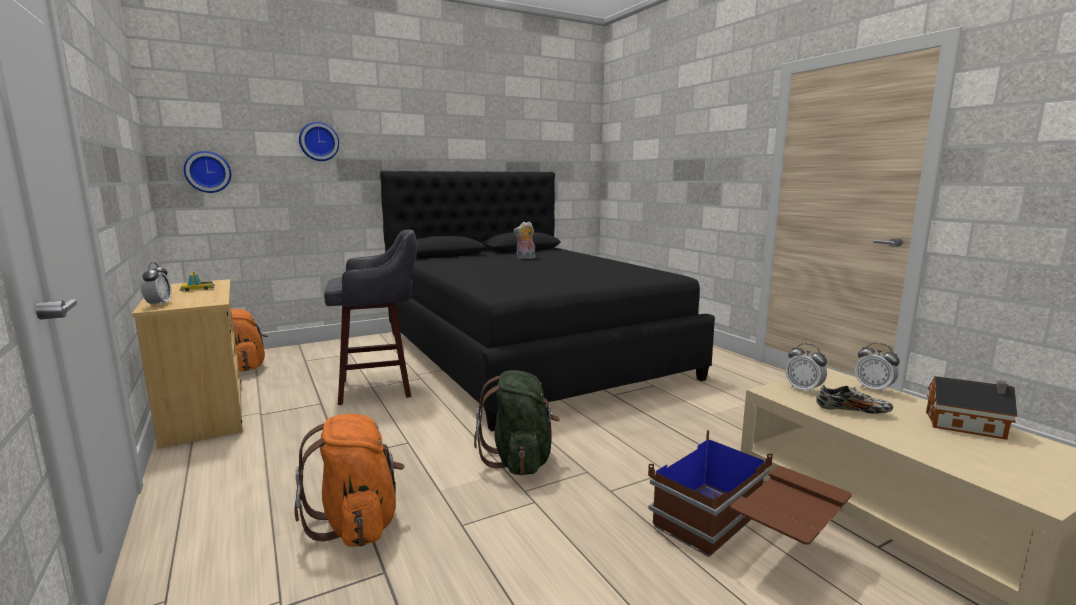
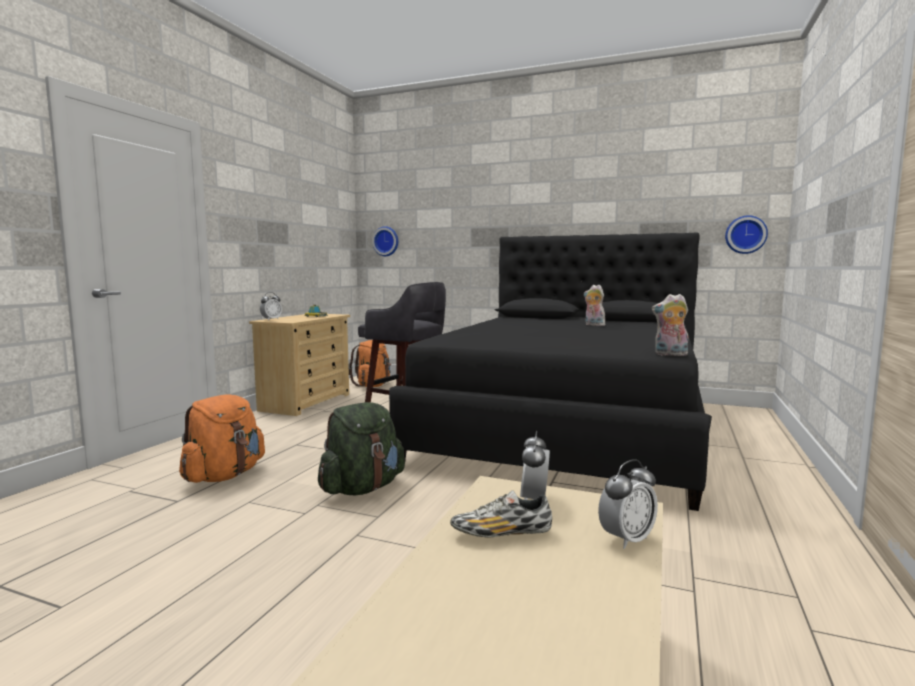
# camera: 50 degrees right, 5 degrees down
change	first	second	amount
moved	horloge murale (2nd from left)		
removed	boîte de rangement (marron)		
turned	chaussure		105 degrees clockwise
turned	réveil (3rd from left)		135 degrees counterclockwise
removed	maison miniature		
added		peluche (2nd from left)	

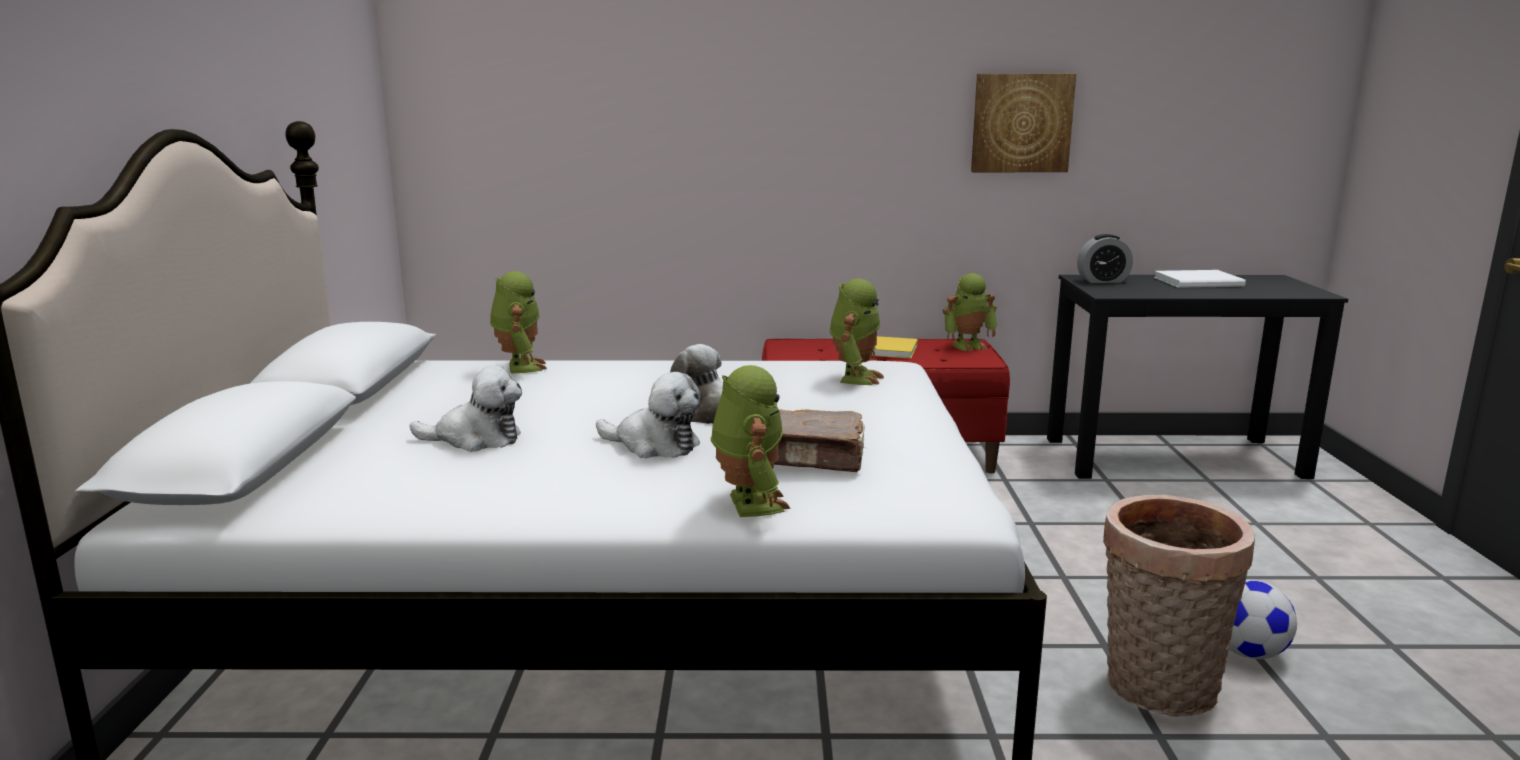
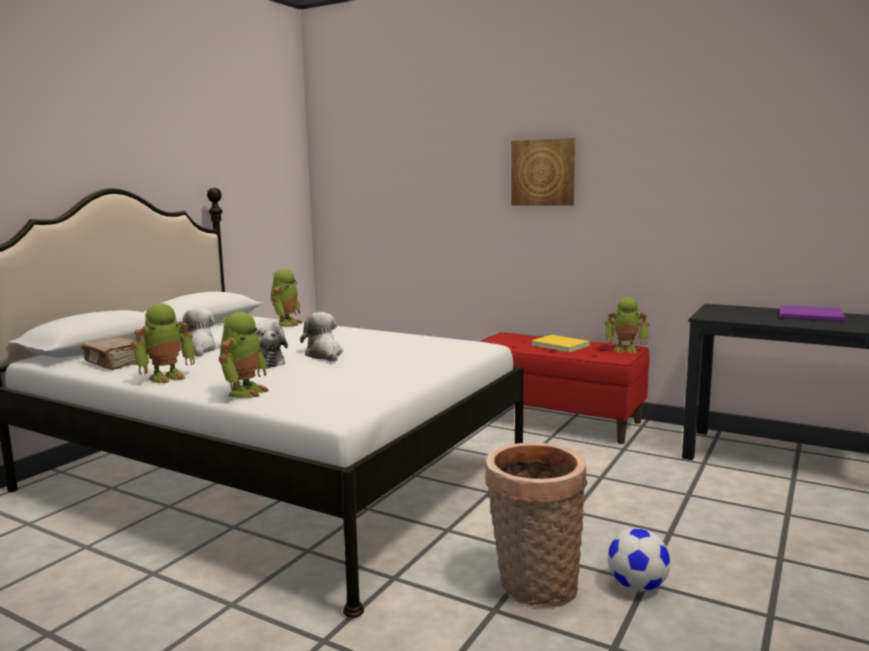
# camera: 30 degrees right, 5 degrees down
change	first	second	amount
turned	peluche (1st from left)		135 degrees counterclockwise
moved	livre (marron)		
moved	robot jouet (3rd from left in the first image)	robot jouet (1st from left)	
moved	tableau		
removed	réveil		
recoloured	livre (blanc)	livre (violet)	

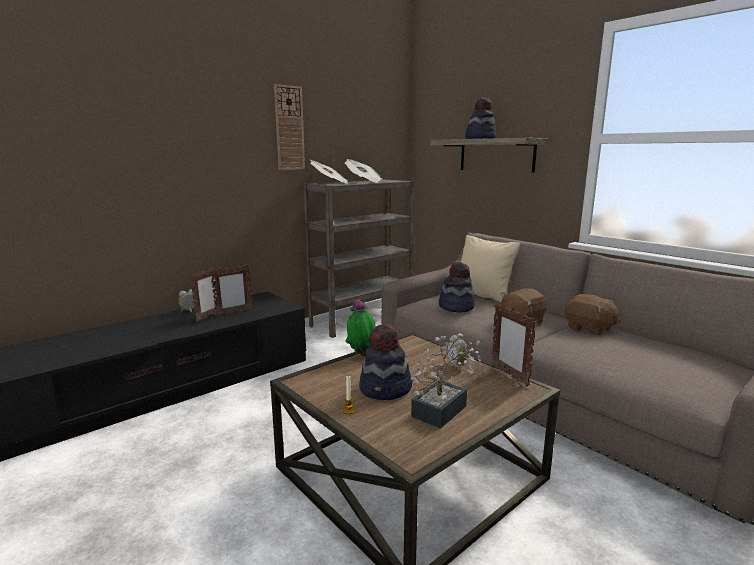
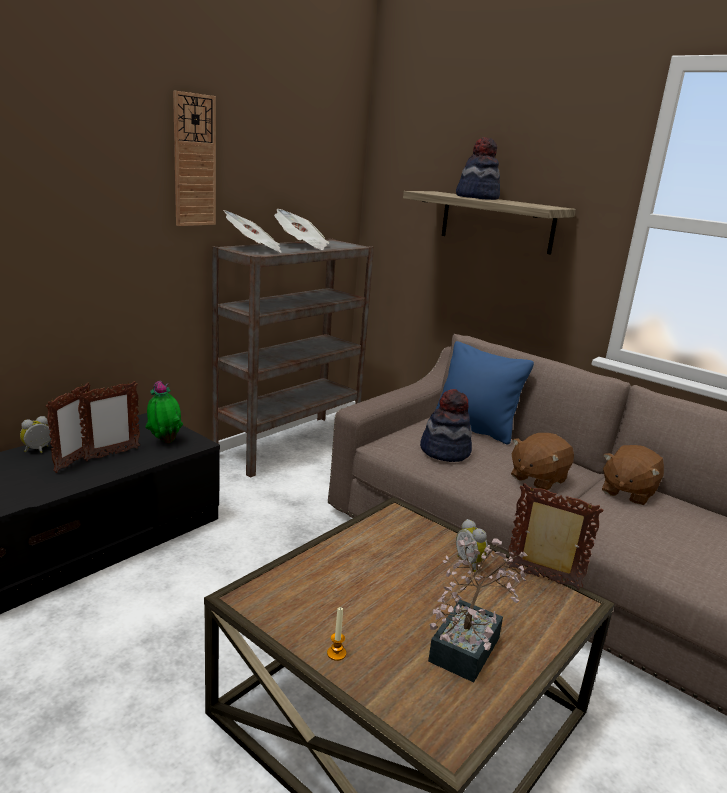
# camera: 10 degrees left, 5 degrees up
change	first	second	amount
moved	plante en pot (1st from left)		
removed	chapeau (1st from left)		
recoloured	coussin (beige)	coussin (bleu)	
turned	cadre photo (3rd from left)		150 degrees clockwise
turned	peluche (marron) (2nd from left)		90 degrees clockwise

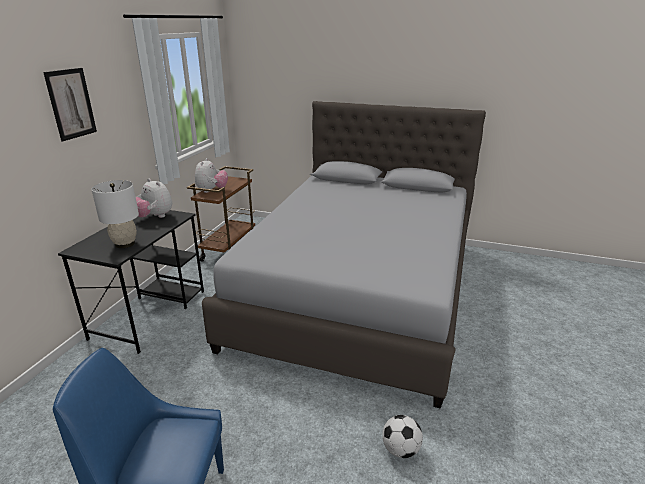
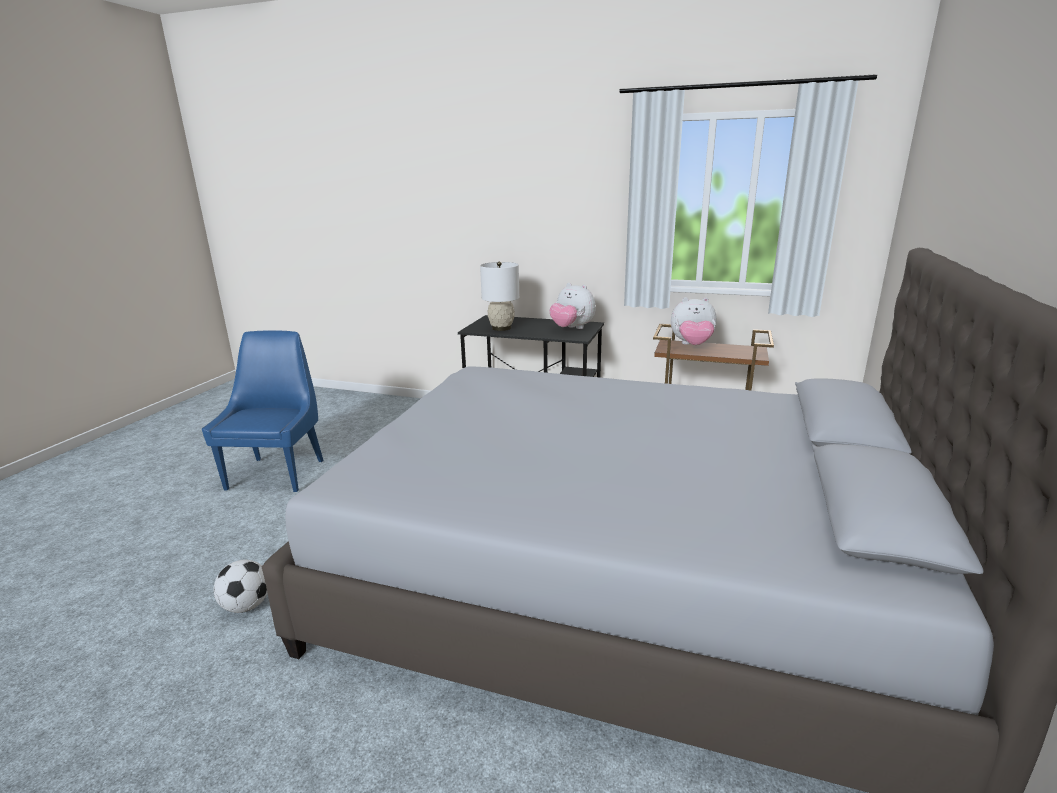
# camera: 90 degrees right, 5 degrees down
change	first	second	amount
removed	tableau		
turned	peluche (1st from left)		90 degrees counterclockwise

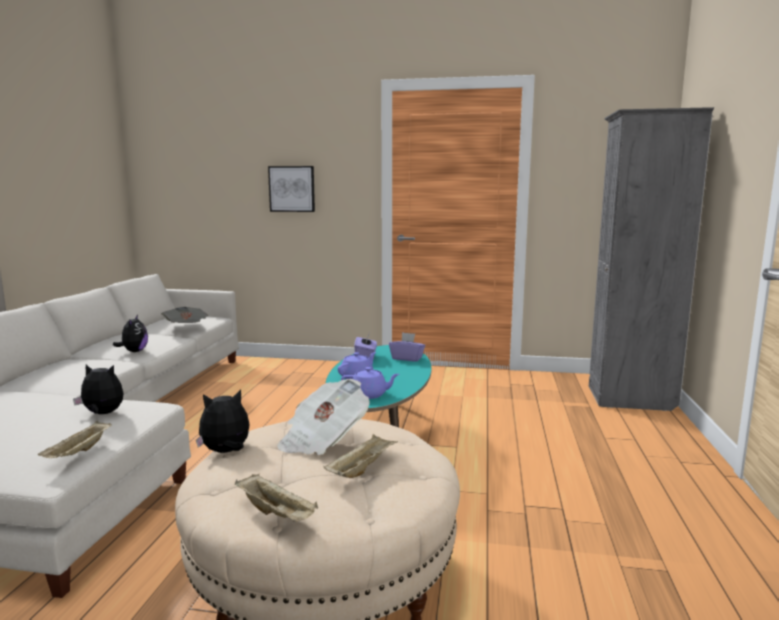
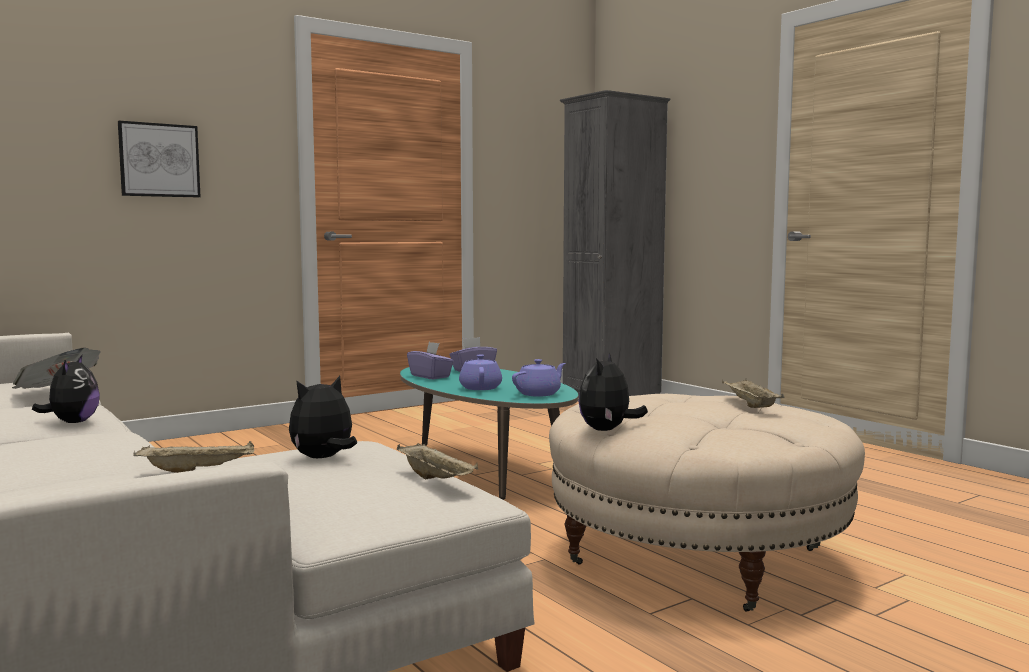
# camera: 45 degrees left, 5 degrees down
change	first	second	amount
turned	peluche (2nd from left in the first image)	peluche (1st from left)	45 degrees clockwise
moved	plateau (beige) (2nd from left in the first image)	plateau (beige) (1st from left)	
removed	journal (2nd from left)		

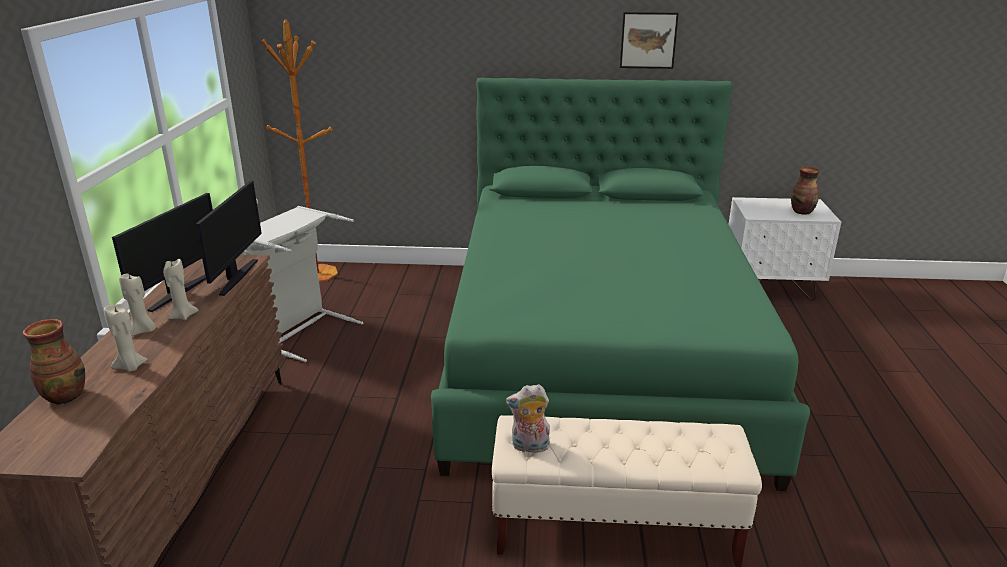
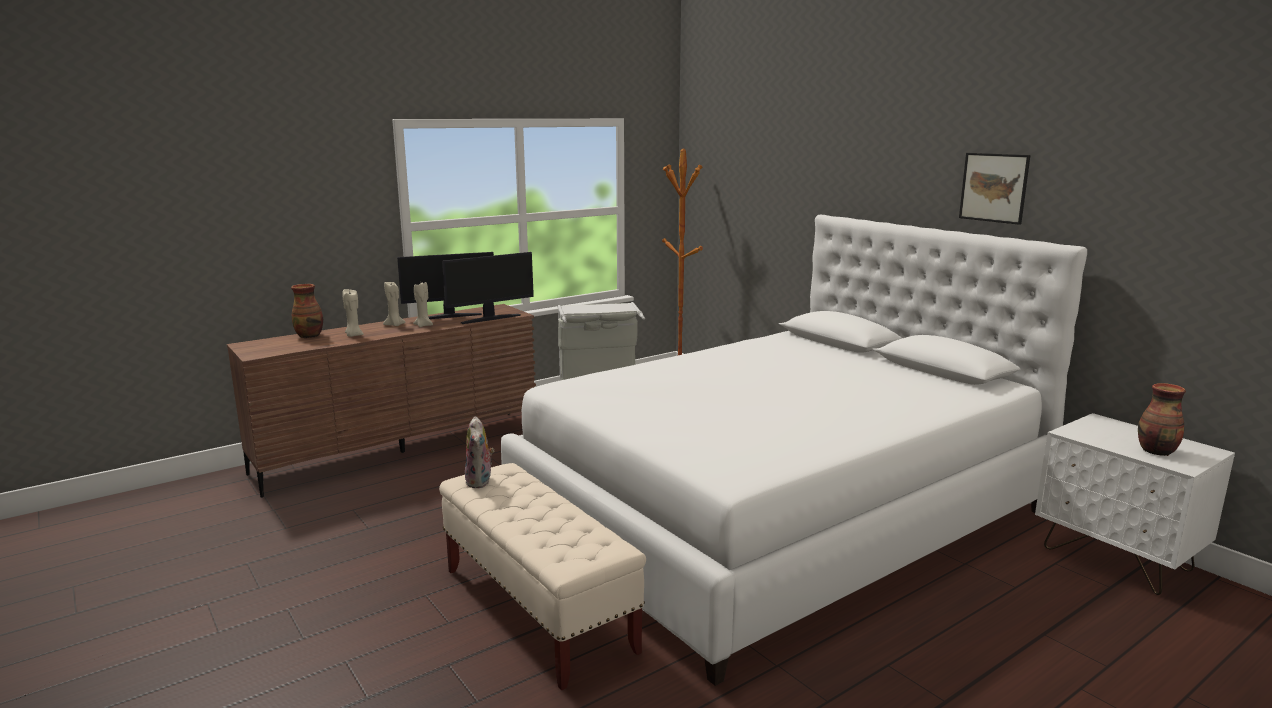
# camera: 50 degrees right, 10 degrees down
change	first	second	amount
recoloured	lit (vert)	lit (blanc)	
turned	peluche		150 degrees counterclockwise

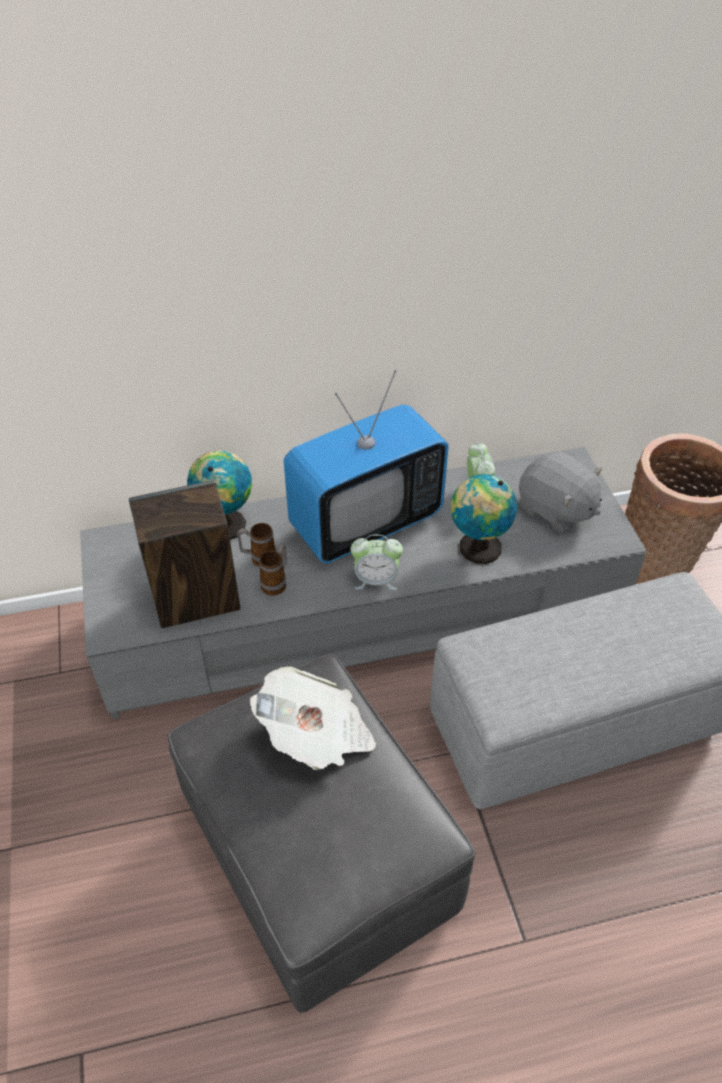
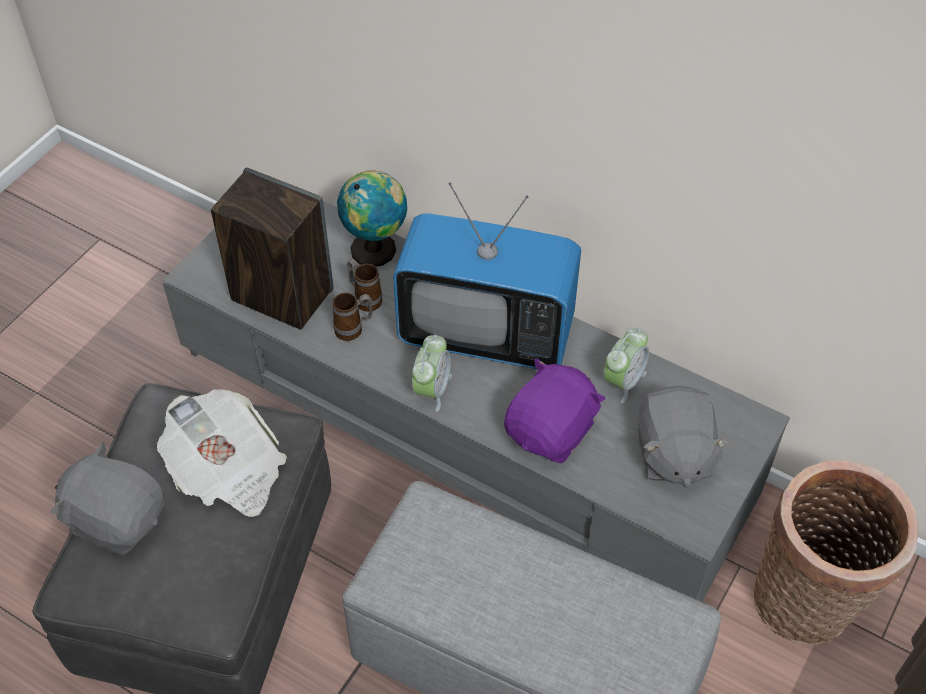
# camera: 45 degrees right, 5 degrees up
change	first	second	amount
turned	réveil (1st from left)		120 degrees counterclockwise
replaced	globe (2nd from left)	peluche (violet)	
added		peluche (gris) (1st from left)	

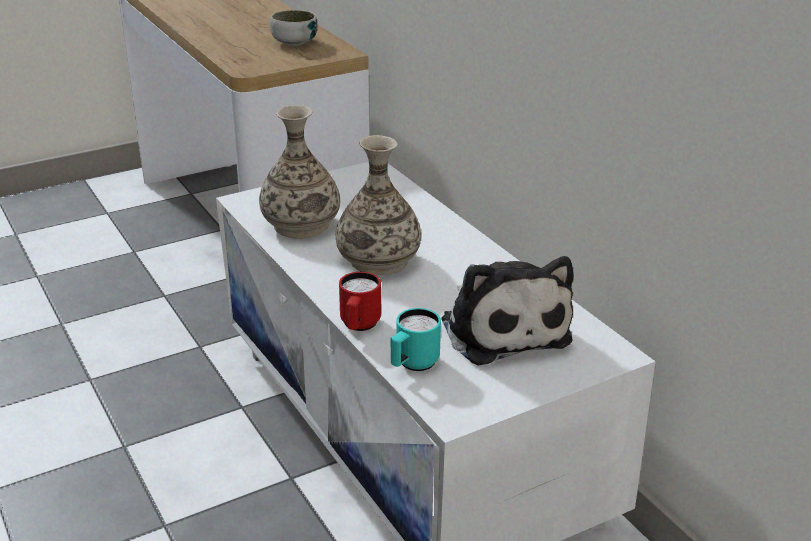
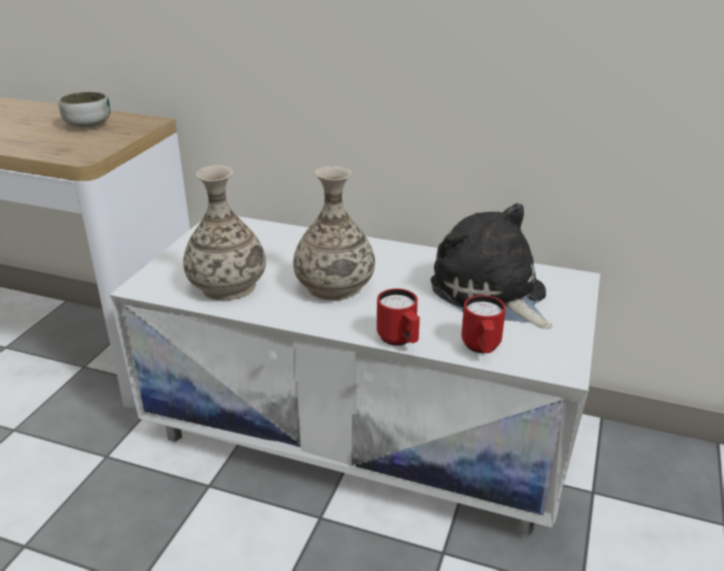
# camera: 40 degrees left, 0 degrees up
change	first	second	amount
recoloured	mug (turquoise)	mug (rouge) (2nd from left)	
turned	peluche		150 degrees counterclockwise

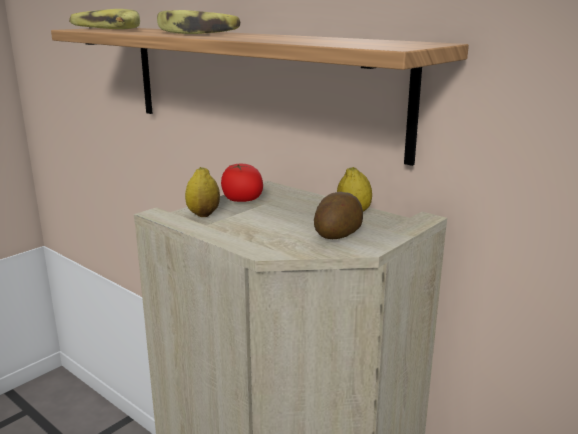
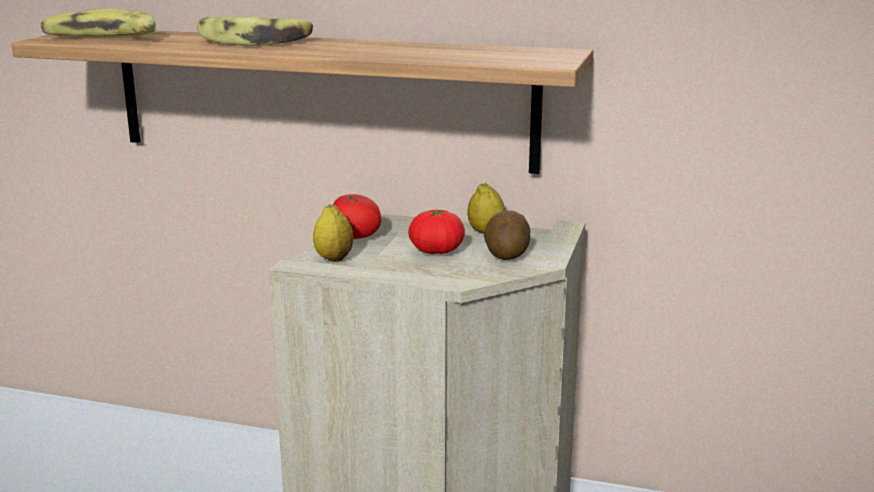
# camera: 25 degrees left, 0 degrees up
change	first	second	amount
added		tomate (2nd from left)	

